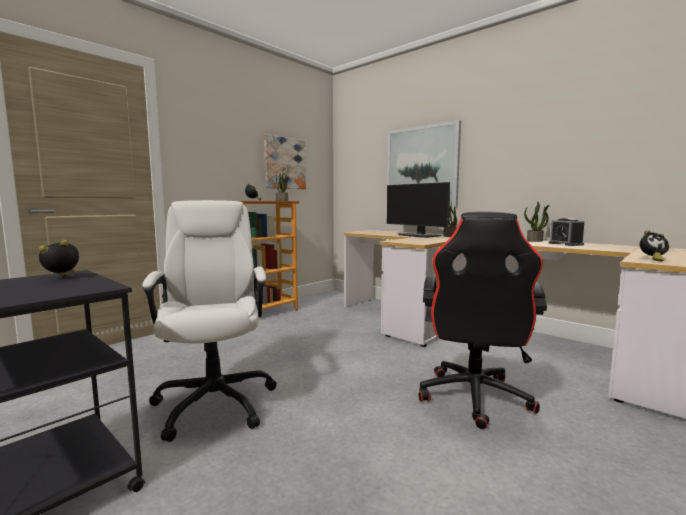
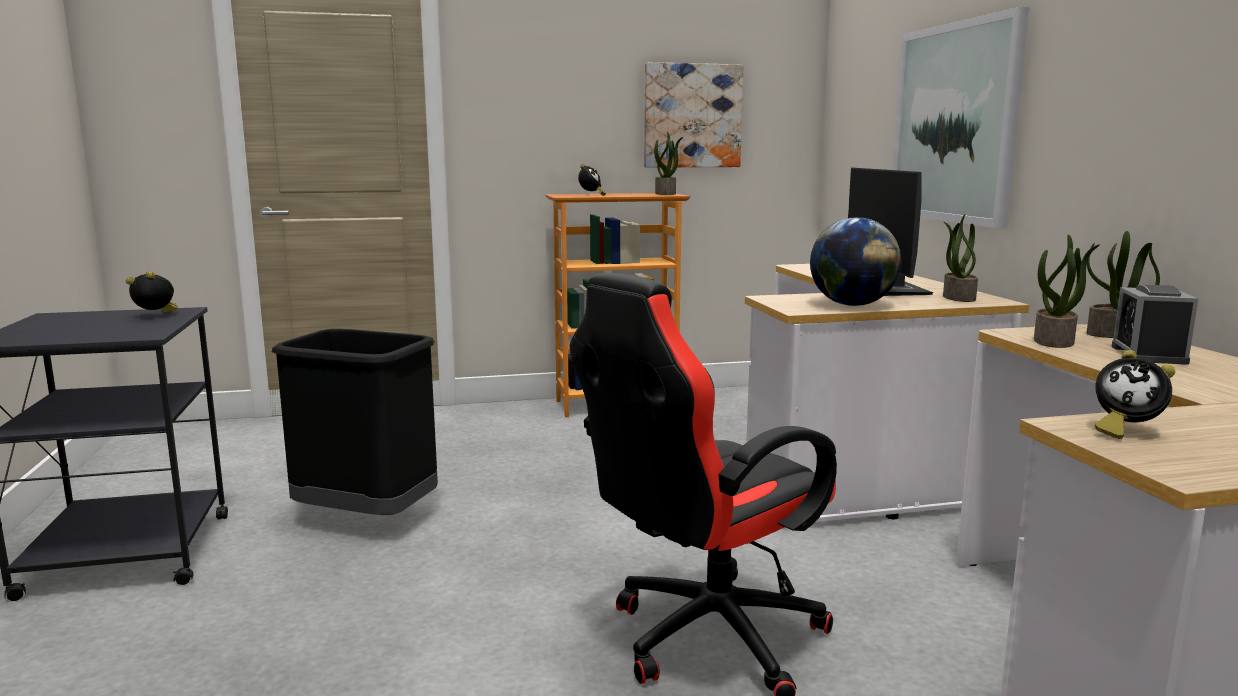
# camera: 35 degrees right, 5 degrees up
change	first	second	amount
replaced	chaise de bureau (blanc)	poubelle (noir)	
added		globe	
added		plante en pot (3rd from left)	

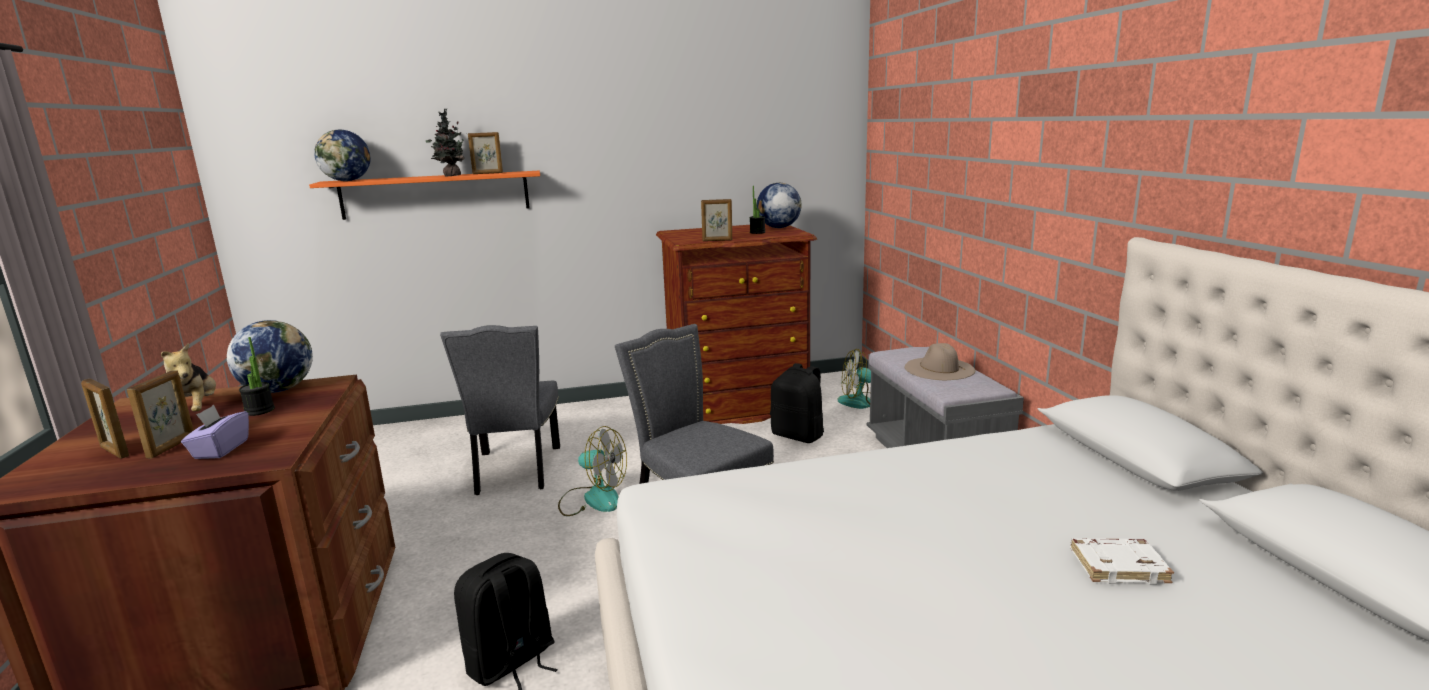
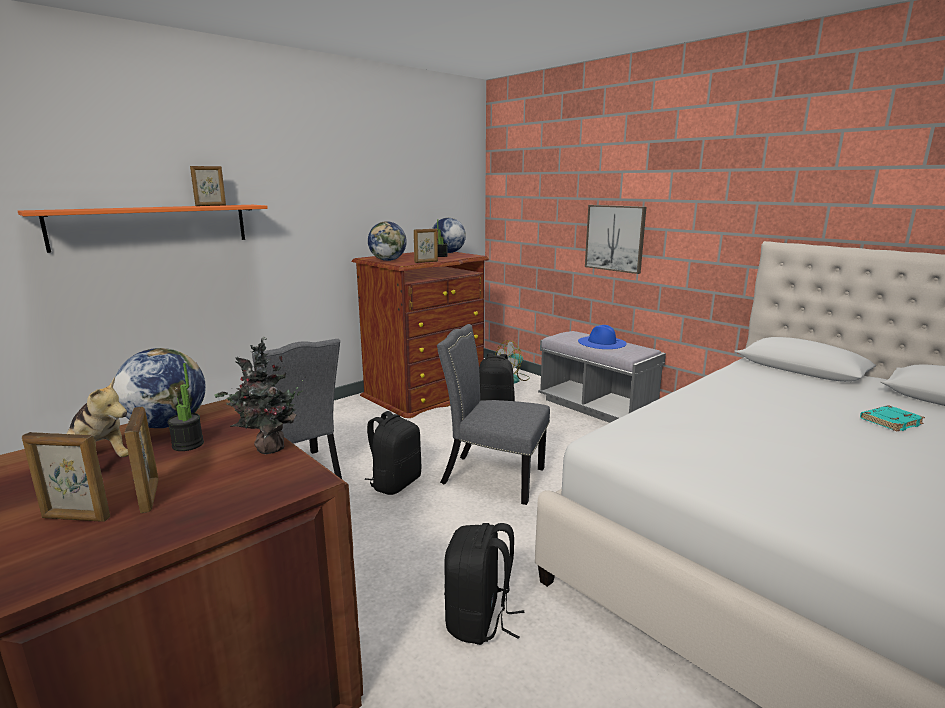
# camera: 30 degrees left, 0 degrees up
change	first	second	amount
removed	boîte à mouchoirs (violet)		
moved	globe (2nd from left)		
moved	plante en pot (2nd from left)		
replaced	ventilateur (1st from left)	sac à dos (noir) (1st from left)	
recoloured	chapeau (beige)	chapeau (bleu)	
recoloured	livre (blanc)	livre (turquoise)	
added		tableau	

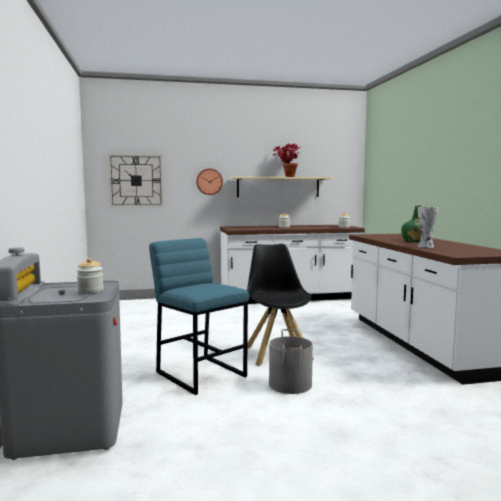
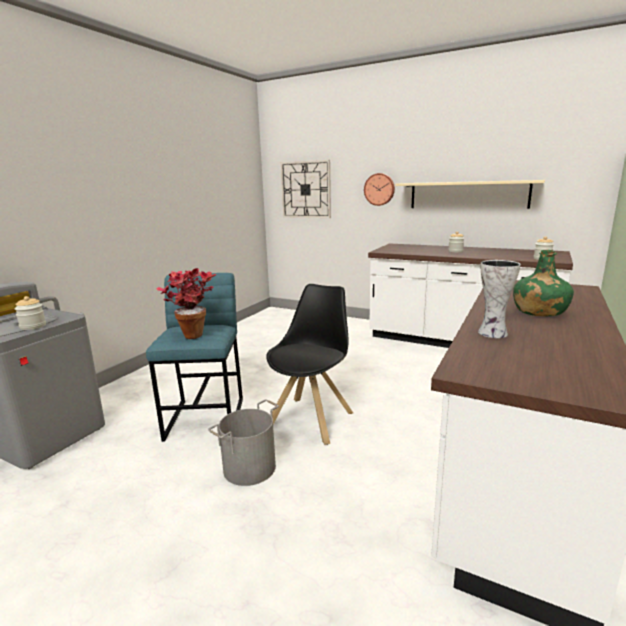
# camera: 40 degrees right, 10 degrees up
change	first	second	amount
moved	plante en pot		

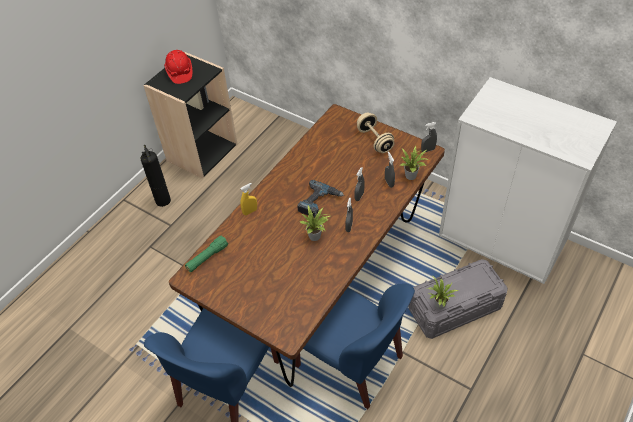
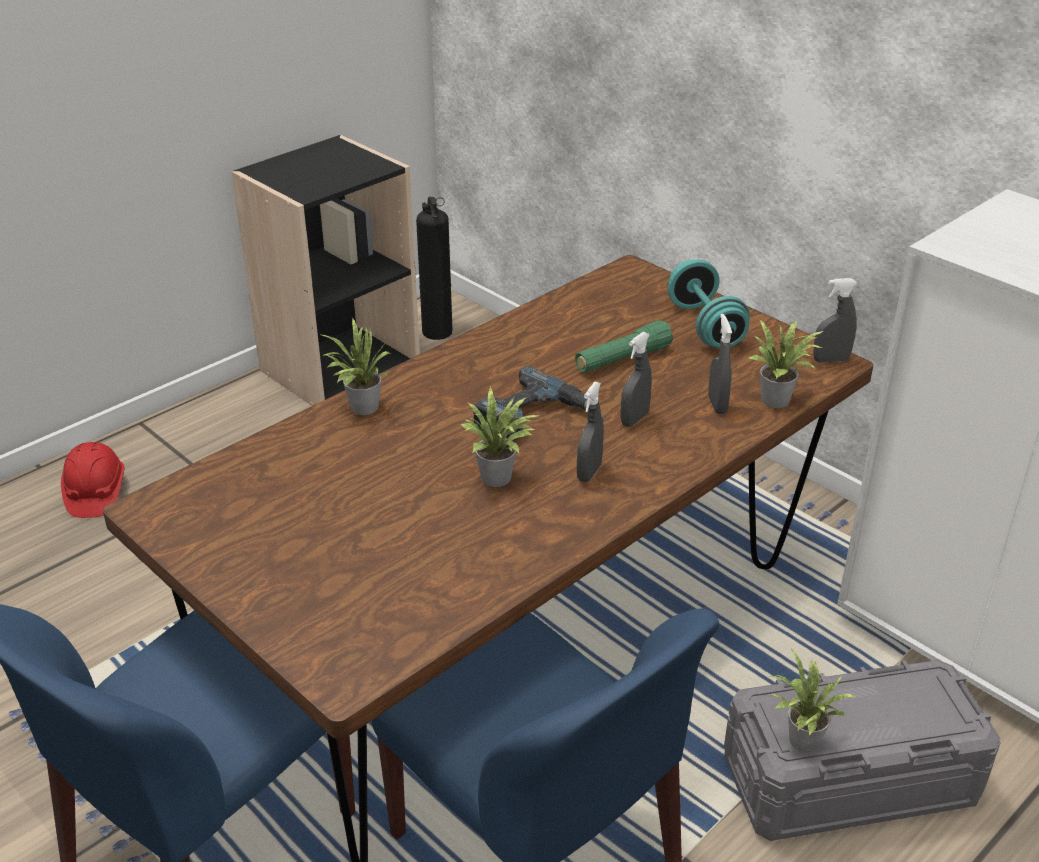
# camera: 10 degrees right, 15 degrees down
change	first	second	amount
moved	extincteur		
moved	casque de chantier (rouge)		
moved	lampe de poche (vert)		
replaced	vaporisateur (jaune)	plante en pot (1st from left)	
recoloured	haltère (beige)	haltère (turquoise)	

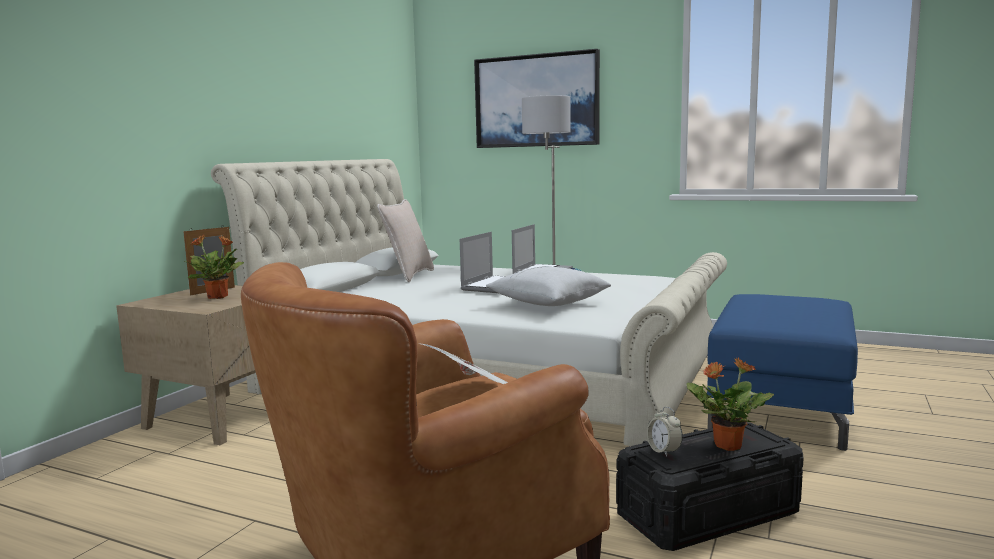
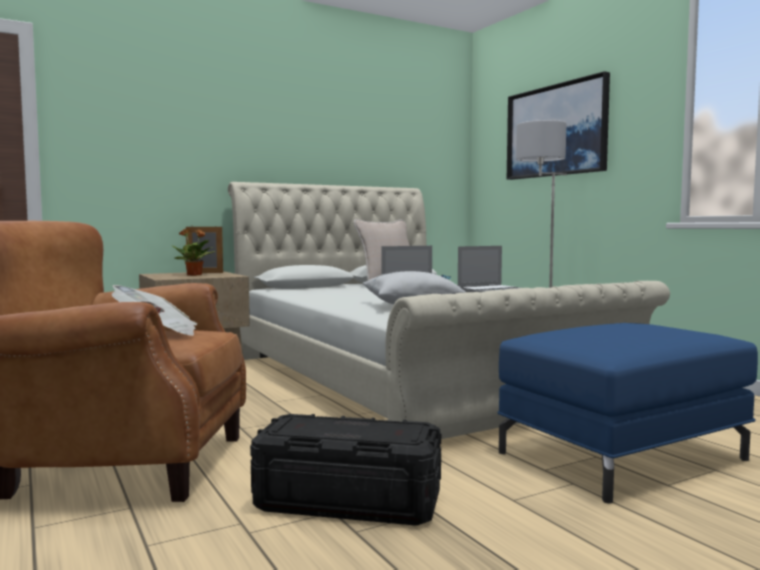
# camera: 35 degrees right, 5 degrees down
change	first	second	amount
removed	réveil		
removed	plante en pot (2nd from left)		

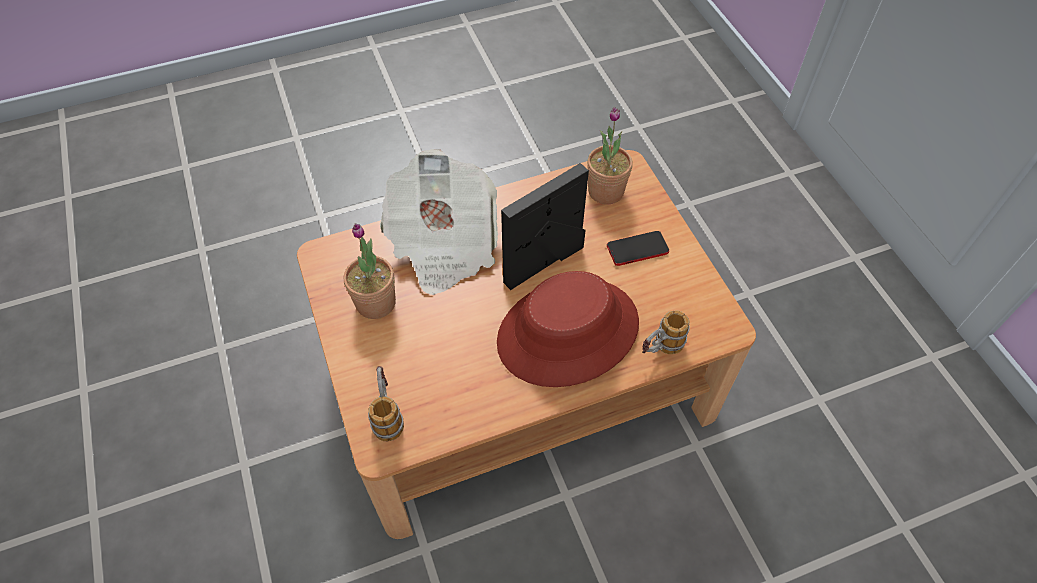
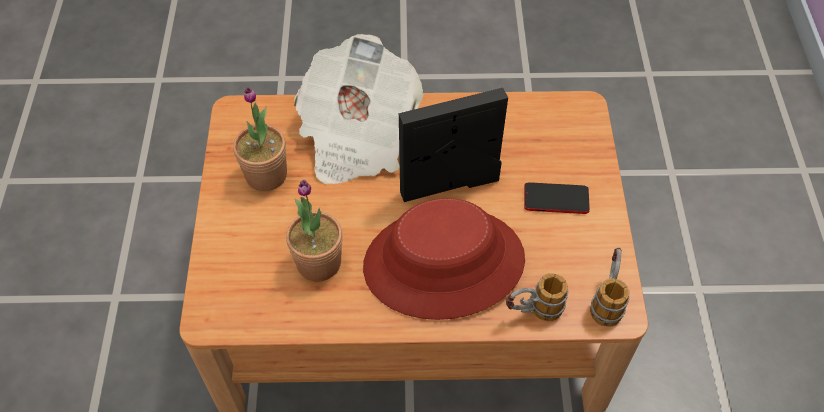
# camera: 20 degrees right, 0 degrees up
change	first	second	amount
moved	mug (1st from left in the first image)	mug (2nd from left)	
moved	plante en pot (2nd from left)		

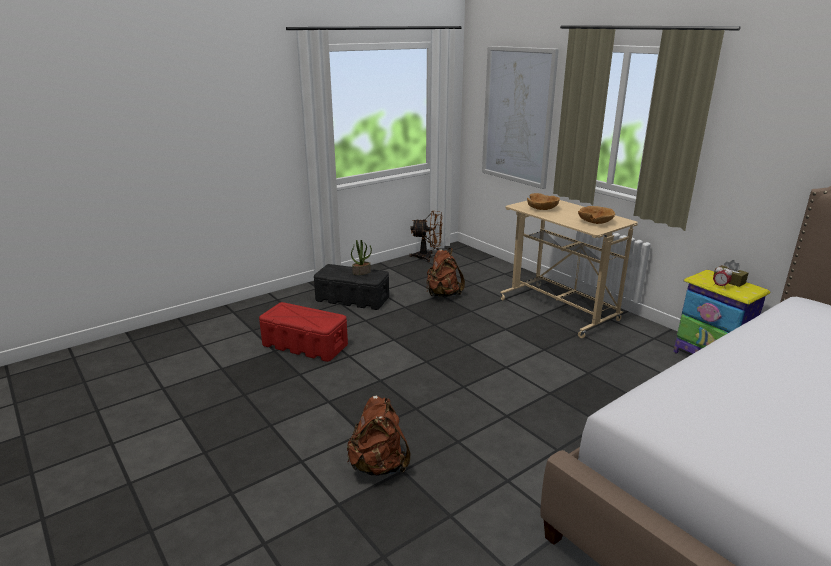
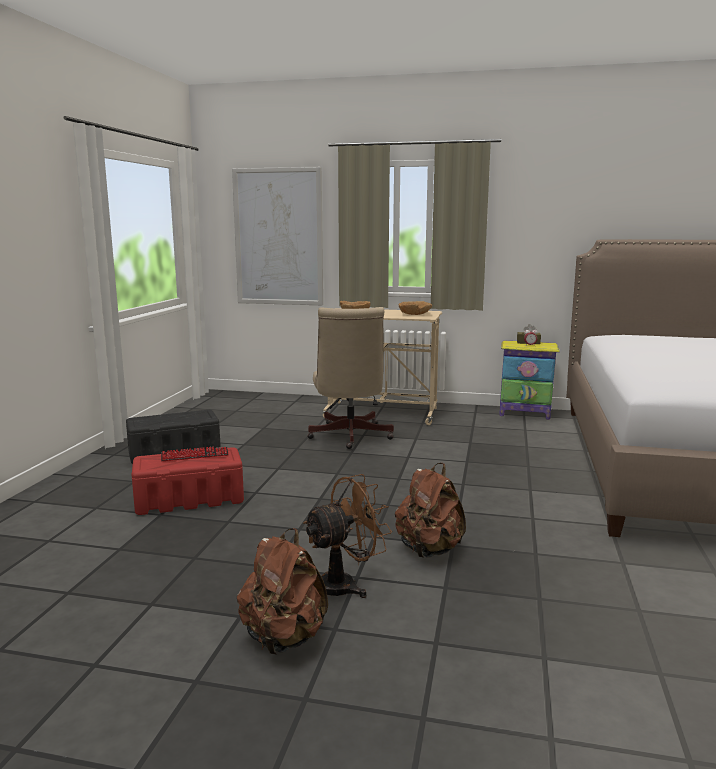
# camera: 40 degrees left, 10 degrees down
change	first	second	amount
removed	plante en pot		
moved	ventilateur (marron)		
moved	sac à dos (marron) (2nd from left in the first image)	sac à dos (marron) (1st from left)	
added		clavier	
added		chaise de bureau (beige)	

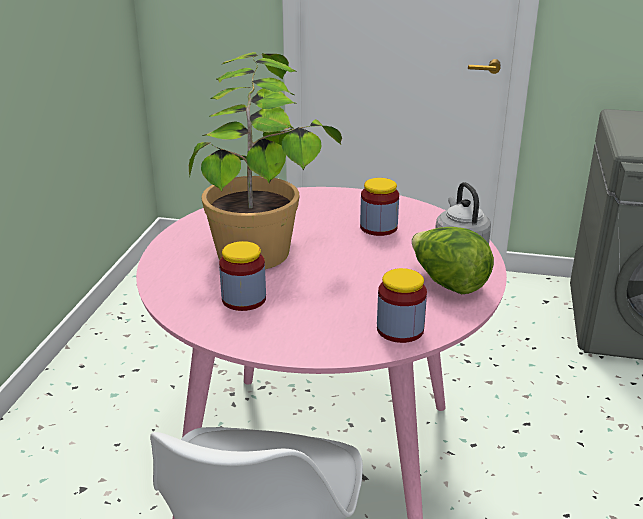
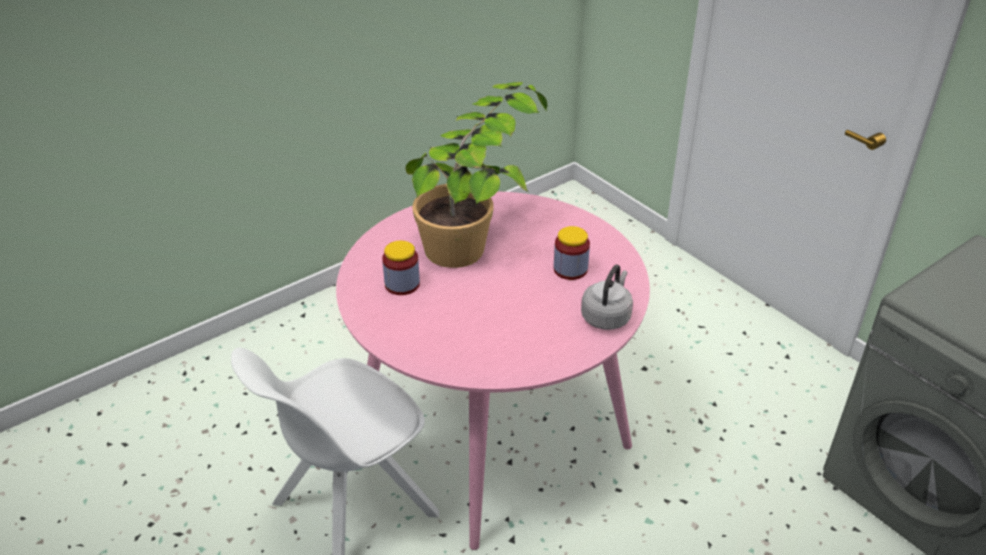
# camera: 40 degrees right, 10 degrees up
change	first	second	amount
removed	bocal (3rd from left)		
removed	laitue		

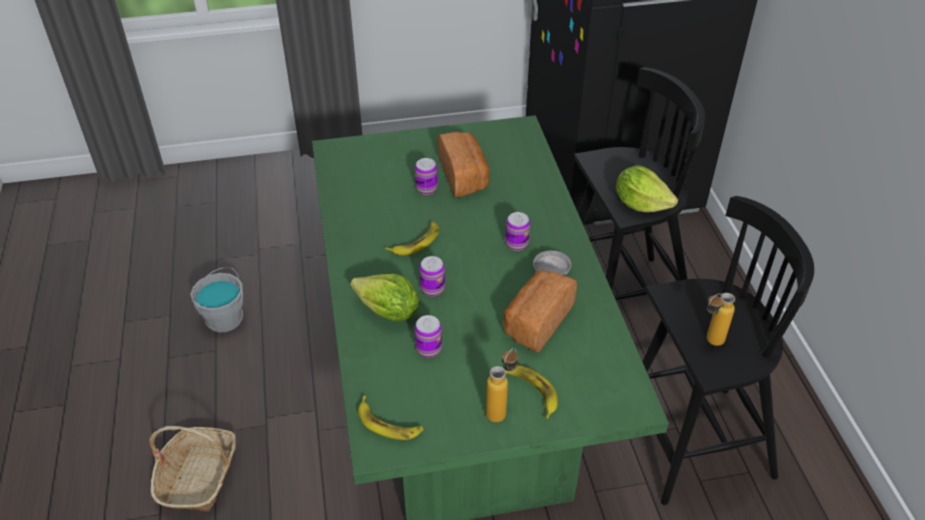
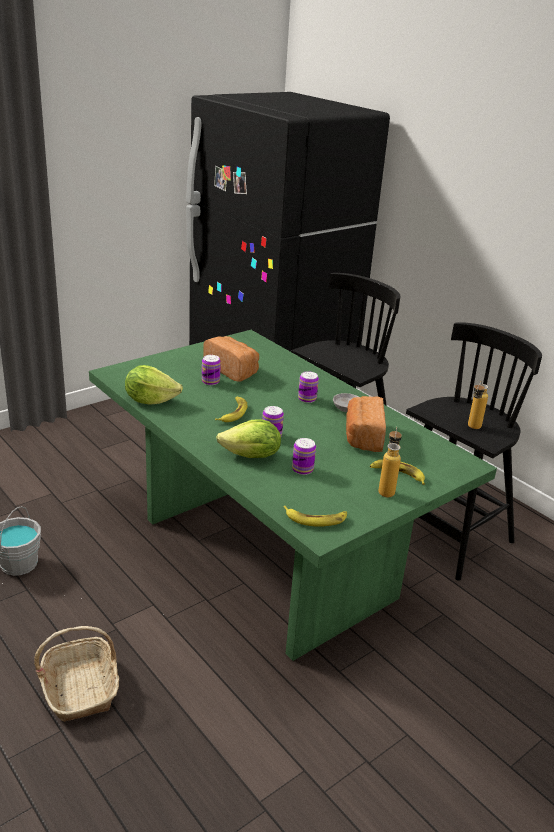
# camera: 30 degrees left, 15 degrees down
change	first	second	amount
moved	laitue (2nd from left in the first image)	laitue (1st from left)	

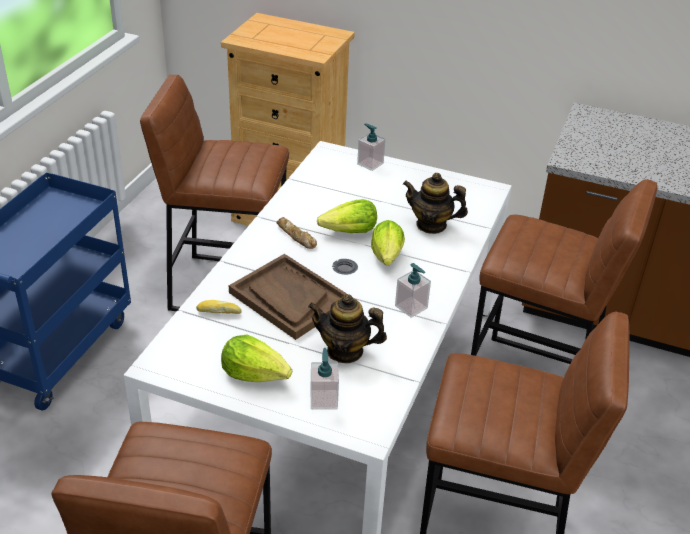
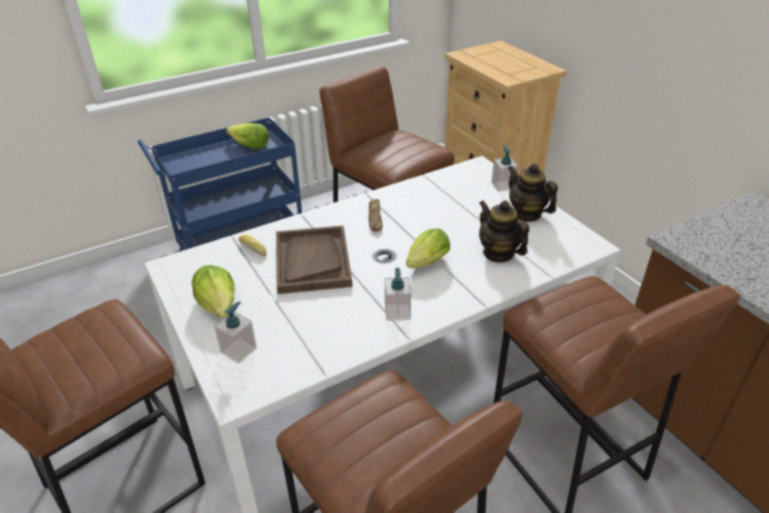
# camera: 40 degrees right, 0 degrees up
change	first	second	amount
moved	théière (1st from left in the first image)	théière (2nd from left)	
moved	laitue (2nd from left)		

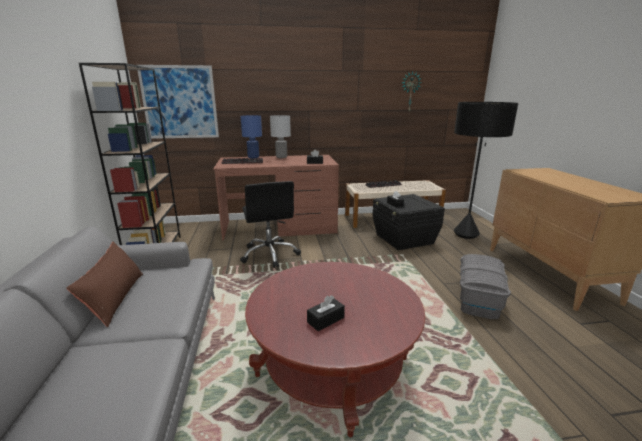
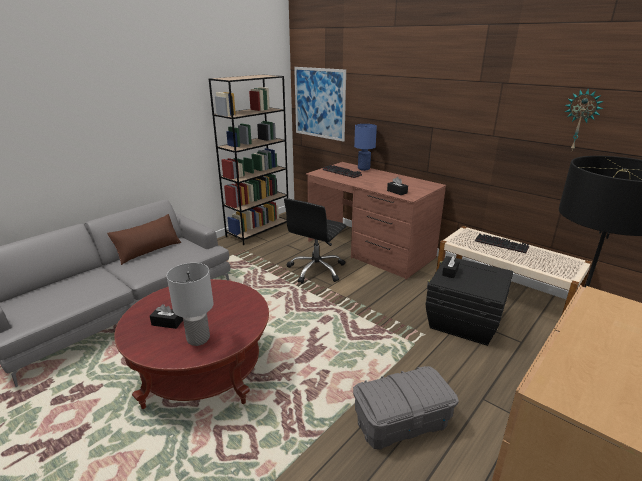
# camera: 50 degrees right, 5 degrees up
change	first	second	amount
moved	lampe de table (gris)		

